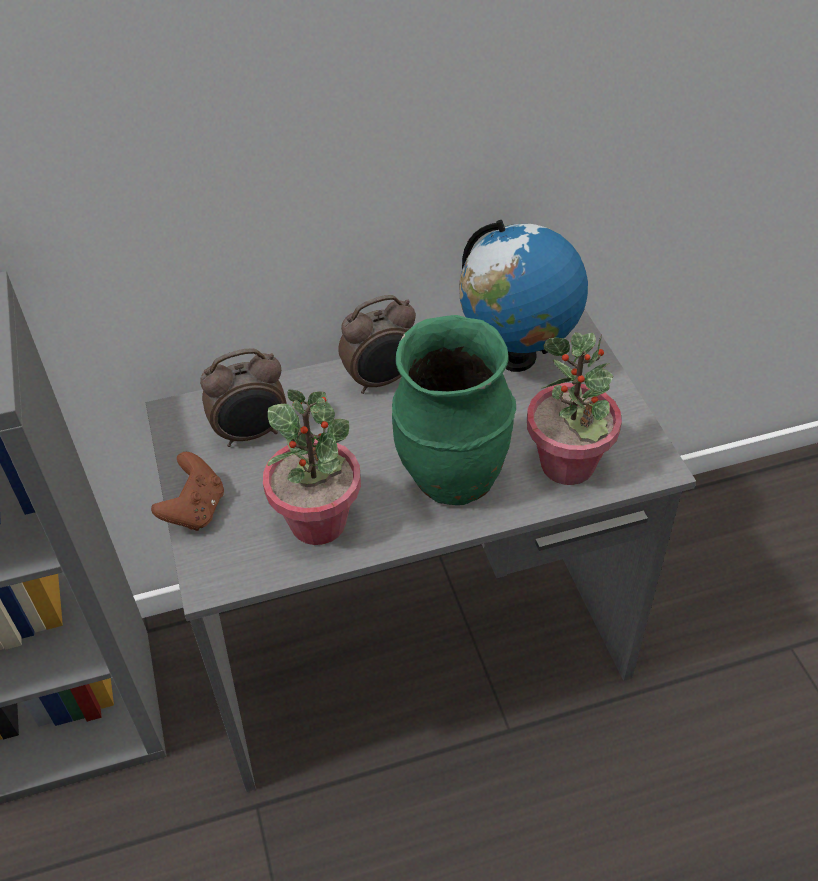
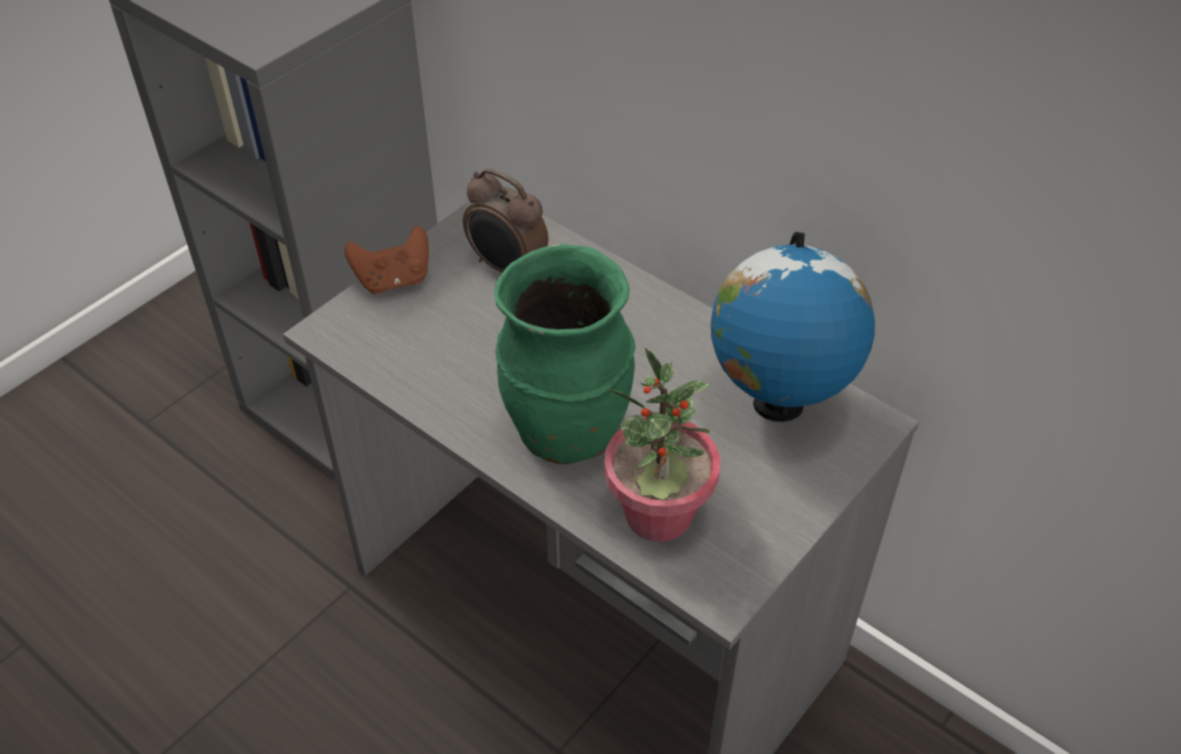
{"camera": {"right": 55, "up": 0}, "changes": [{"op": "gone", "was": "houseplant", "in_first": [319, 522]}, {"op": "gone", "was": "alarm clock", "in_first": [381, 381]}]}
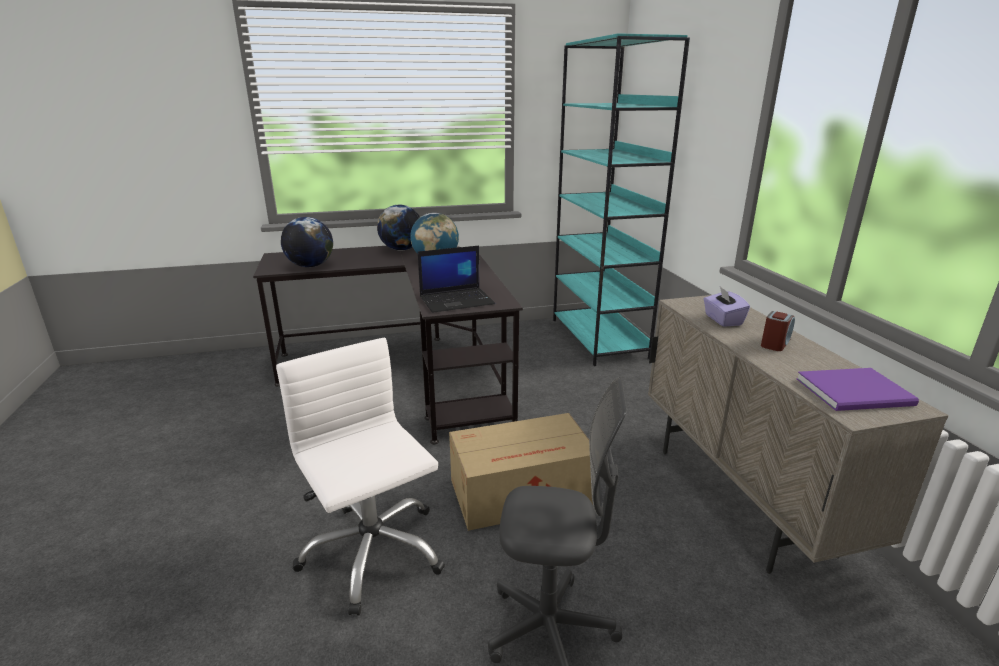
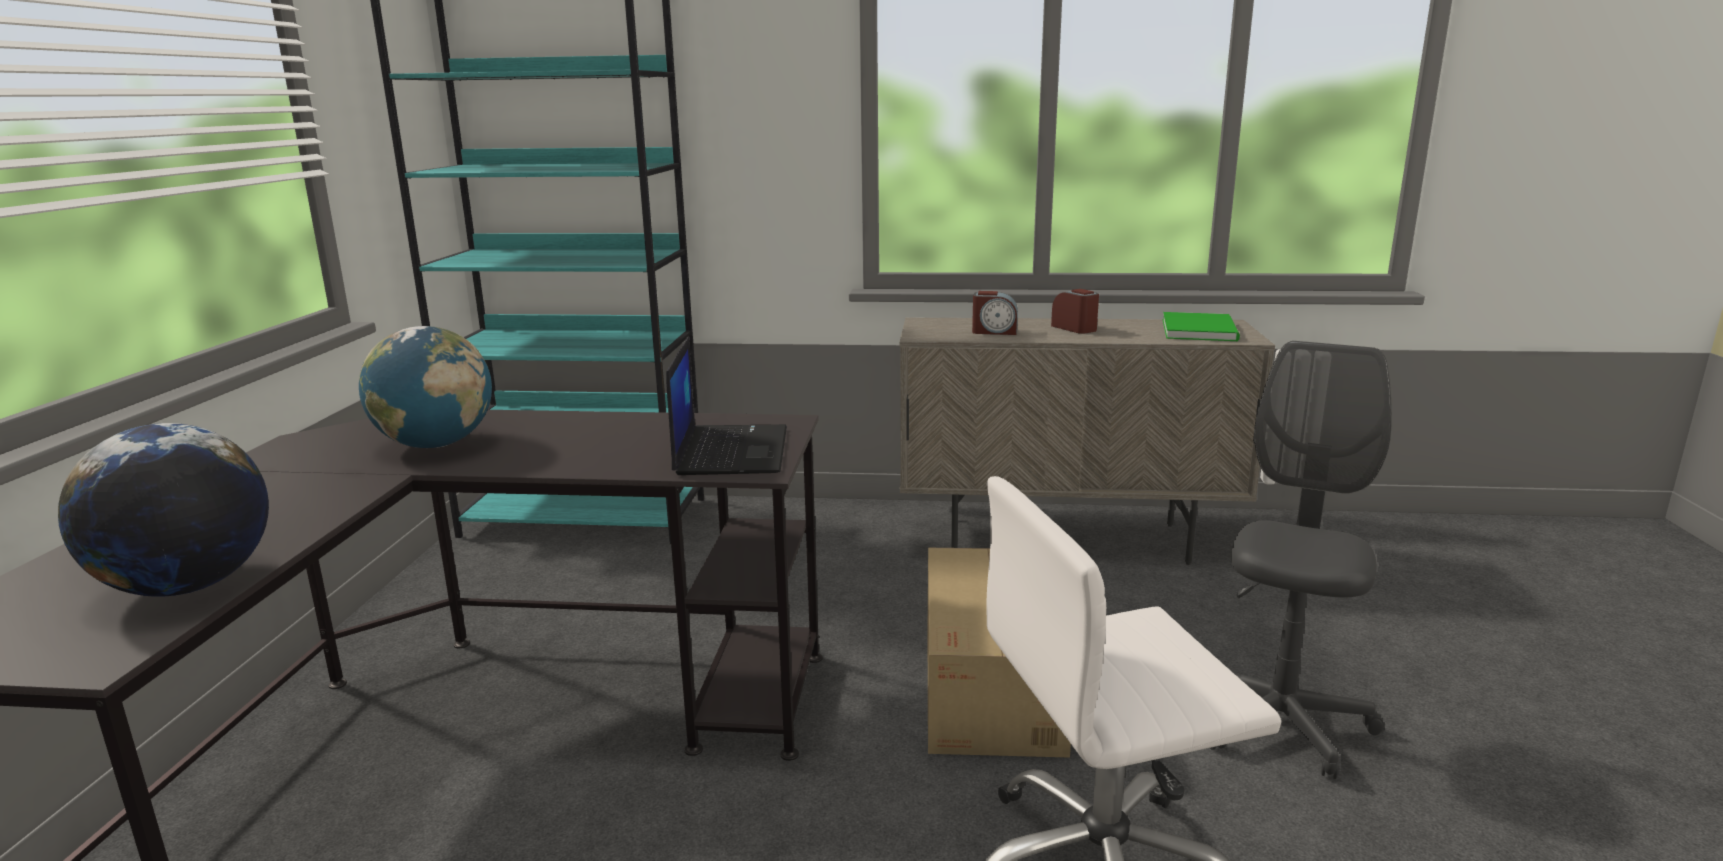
{"camera": {"right": -70, "up": -5}, "changes": [{"op": "swapped", "was": "purple tissue holder", "now": "alarm clock", "in_first": [722, 320], "in_second": [994, 331]}, {"op": "repainted", "was": "purple bound book", "now": "green bound book", "in_first": [857, 393], "in_second": [1201, 329]}, {"op": "gone", "was": "world globe", "in_first": [401, 249]}]}
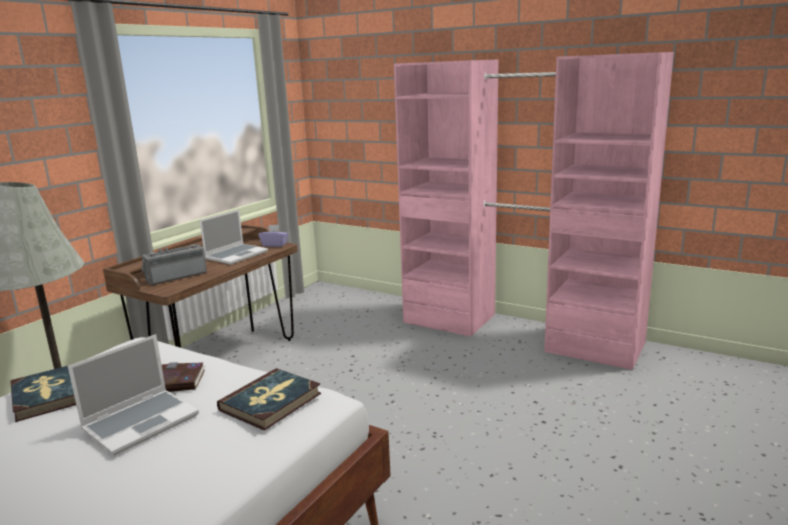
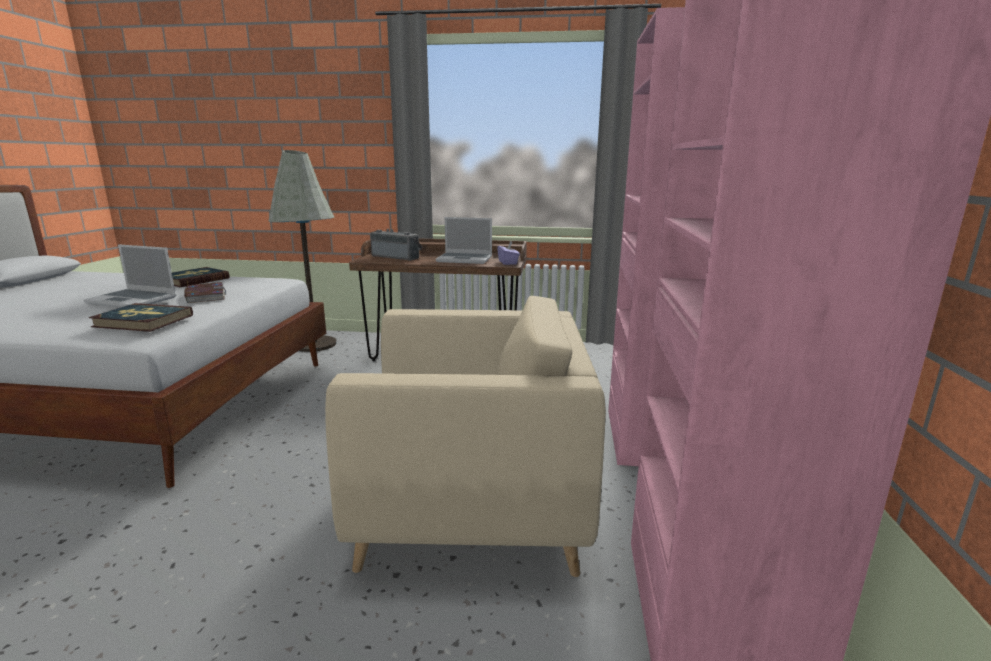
{"camera": {"right": 65, "up": 0}, "changes": [{"op": "new", "now": "sand-coloured armchair", "in_second": [473, 500]}]}
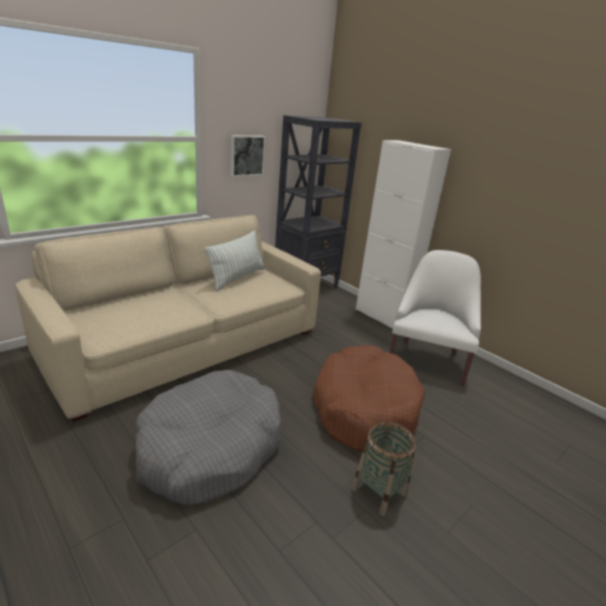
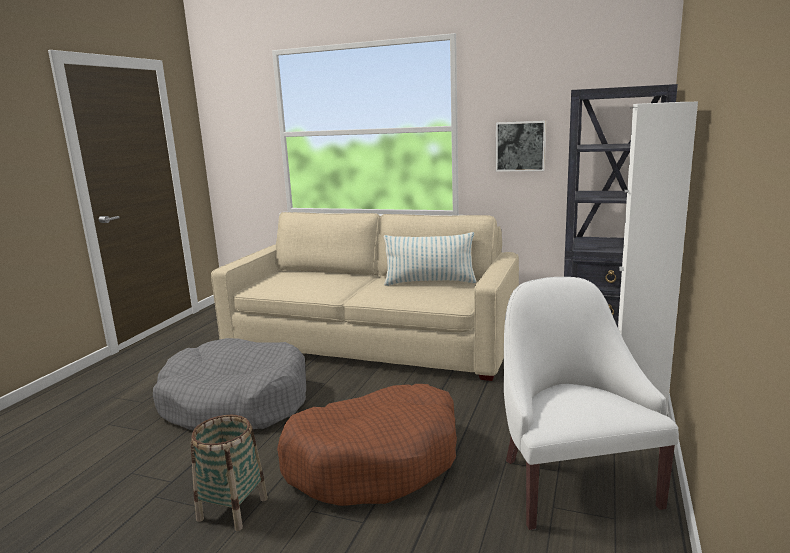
{"camera": {"right": 65, "up": -10}, "changes": [{"op": "rotated", "was": "whitish armchair", "in_first": [427, 360], "in_second": [571, 482], "clockwise": -90}]}
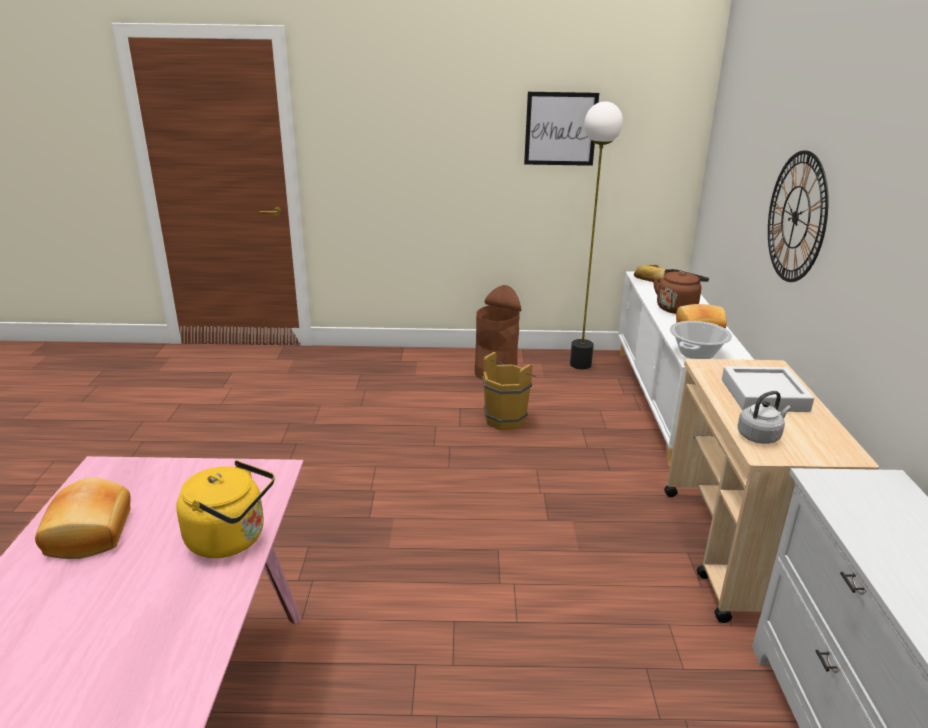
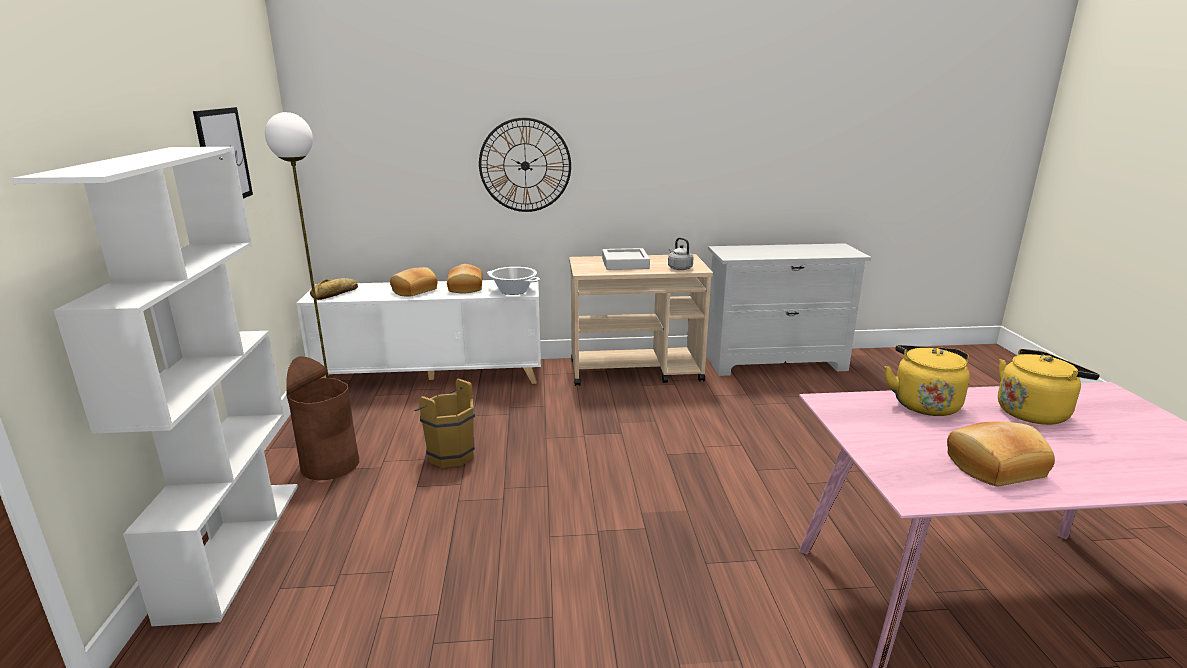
{"camera": {"right": -95, "up": -5}, "changes": [{"op": "new", "now": "whitish shelving unit", "in_second": [234, 545]}, {"op": "swapped", "was": "brownish tea kettle", "now": "bread", "in_first": [677, 308], "in_second": [414, 290]}, {"op": "new", "now": "yellowish tea kettle", "in_second": [1034, 412]}]}
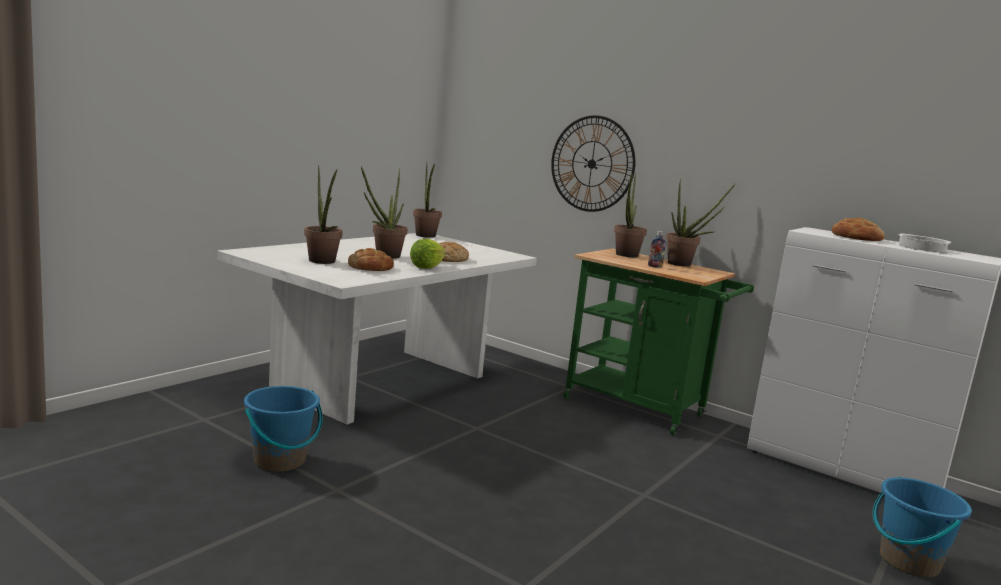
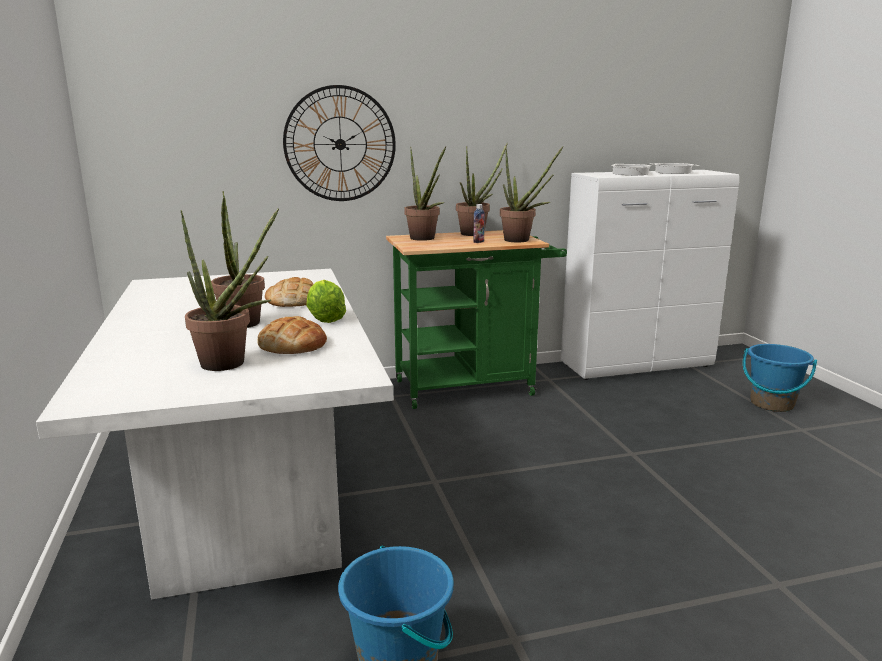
{"camera": {"right": -50, "up": 5}, "changes": [{"op": "shifted", "was": "houseplant", "in_first": [425, 236], "in_second": [522, 240]}, {"op": "swapped", "was": "bread", "now": "cooking pot", "in_first": [856, 238], "in_second": [631, 173]}]}
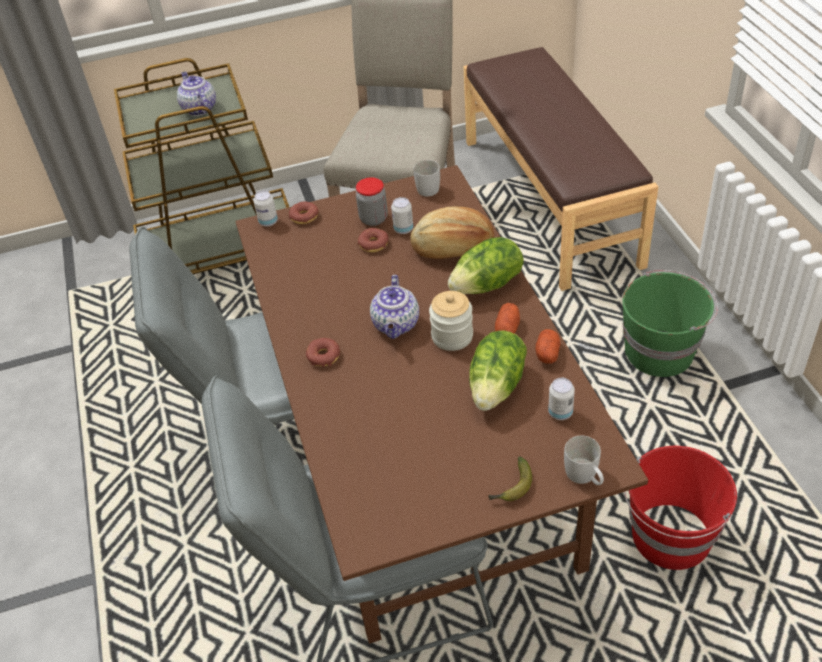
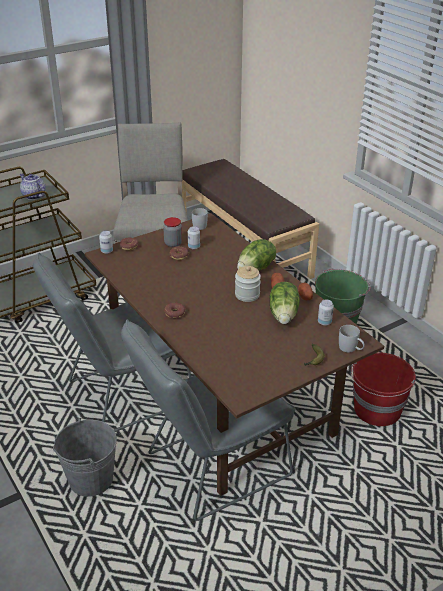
{"camera": {"right": -20, "up": -10}, "changes": [{"op": "new", "now": "grey pail", "in_second": [91, 480]}, {"op": "gone", "was": "pot for tea", "in_first": [396, 325]}, {"op": "gone", "was": "bread", "in_first": [452, 247]}]}
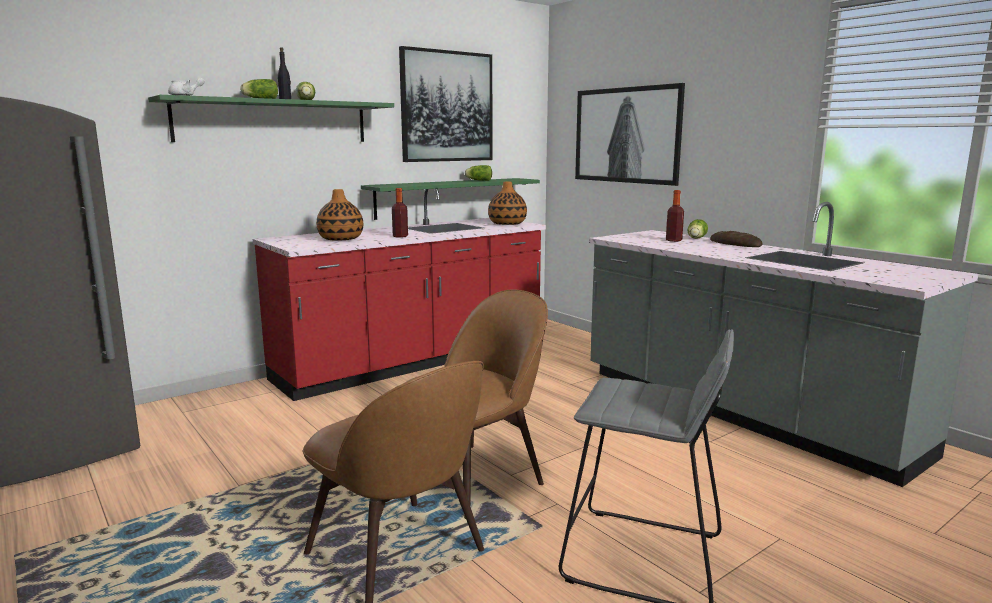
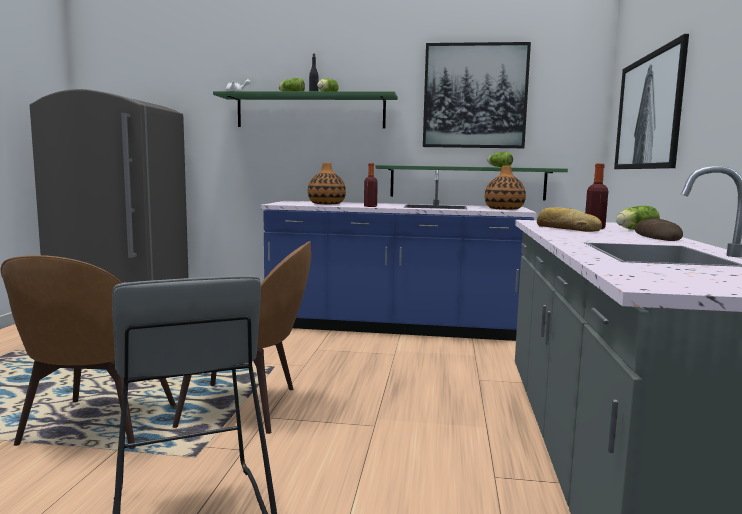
{"camera": {"right": 45, "up": -5}, "changes": [{"op": "repainted", "was": "red-coloured kitchen base unit", "now": "blue kitchen base unit", "in_first": [414, 362], "in_second": [394, 327]}, {"op": "new", "now": "bread", "in_second": [566, 229]}]}
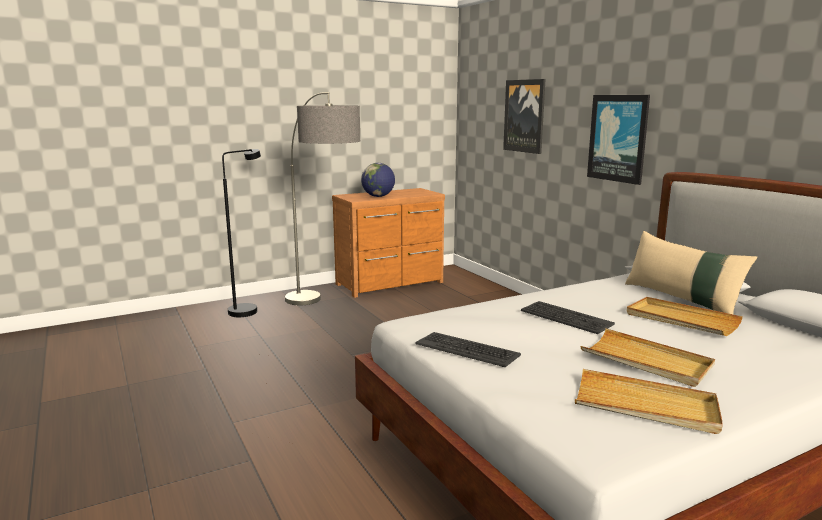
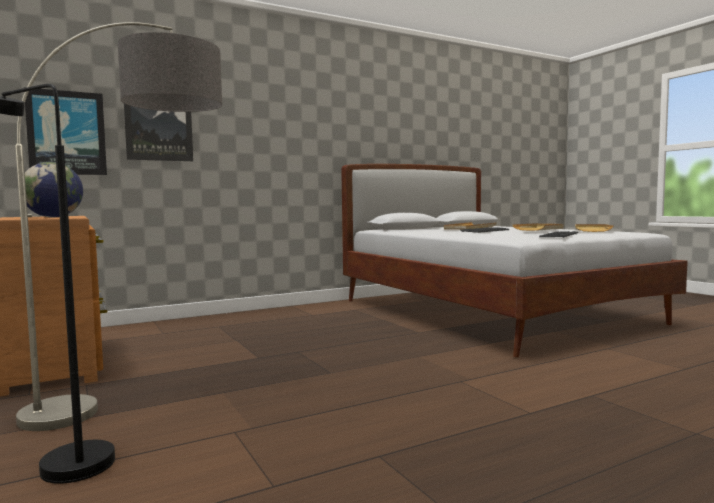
{"camera": {"right": -90, "up": -10}, "changes": [{"op": "shifted", "was": "picture", "in_first": [618, 138], "in_second": [67, 133]}, {"op": "gone", "was": "sand-coloured cushion", "in_first": [681, 299]}]}
